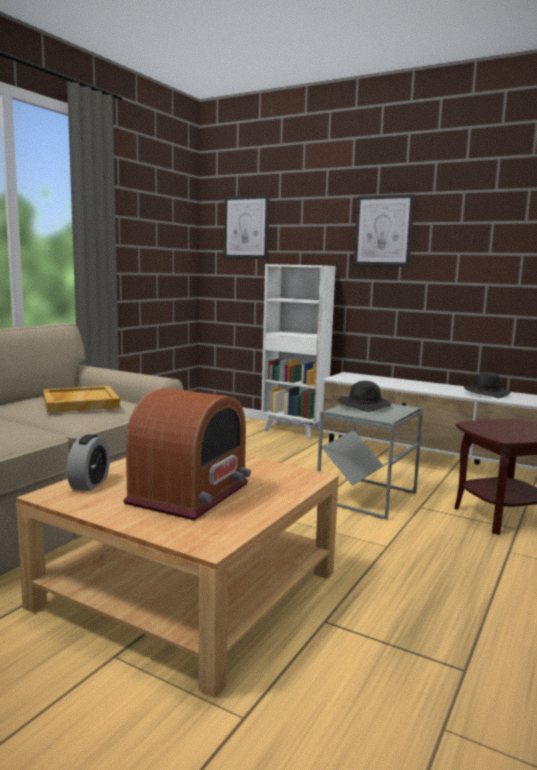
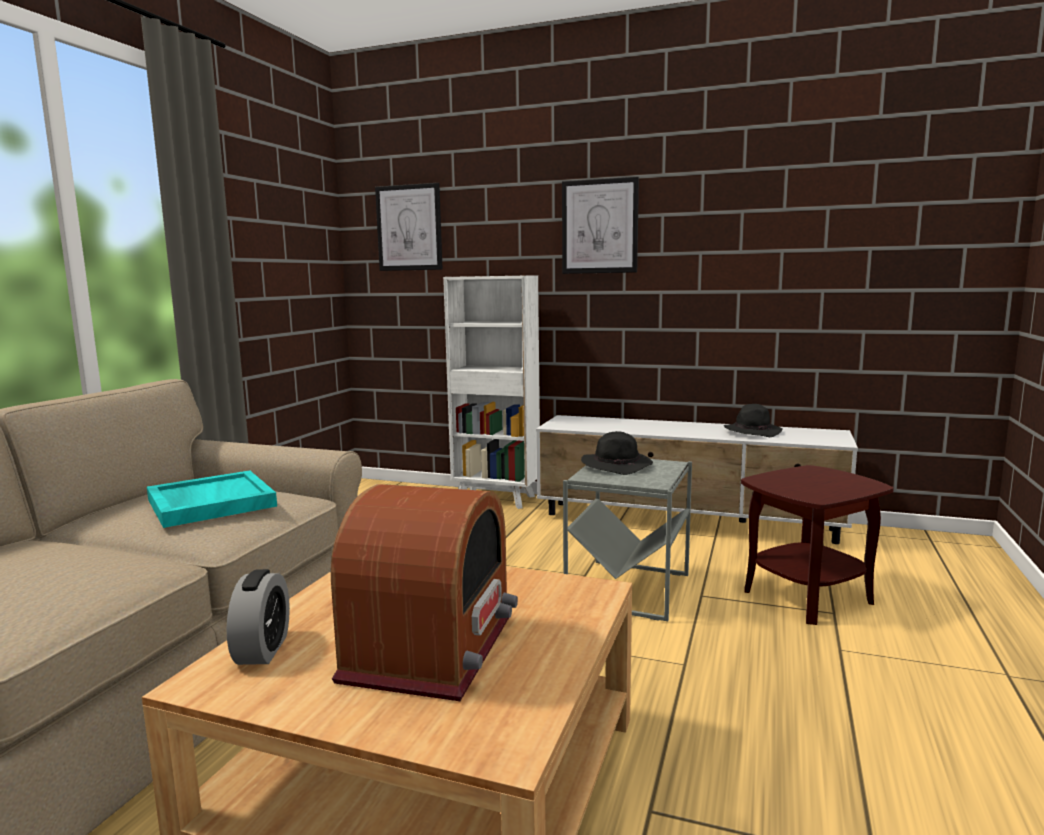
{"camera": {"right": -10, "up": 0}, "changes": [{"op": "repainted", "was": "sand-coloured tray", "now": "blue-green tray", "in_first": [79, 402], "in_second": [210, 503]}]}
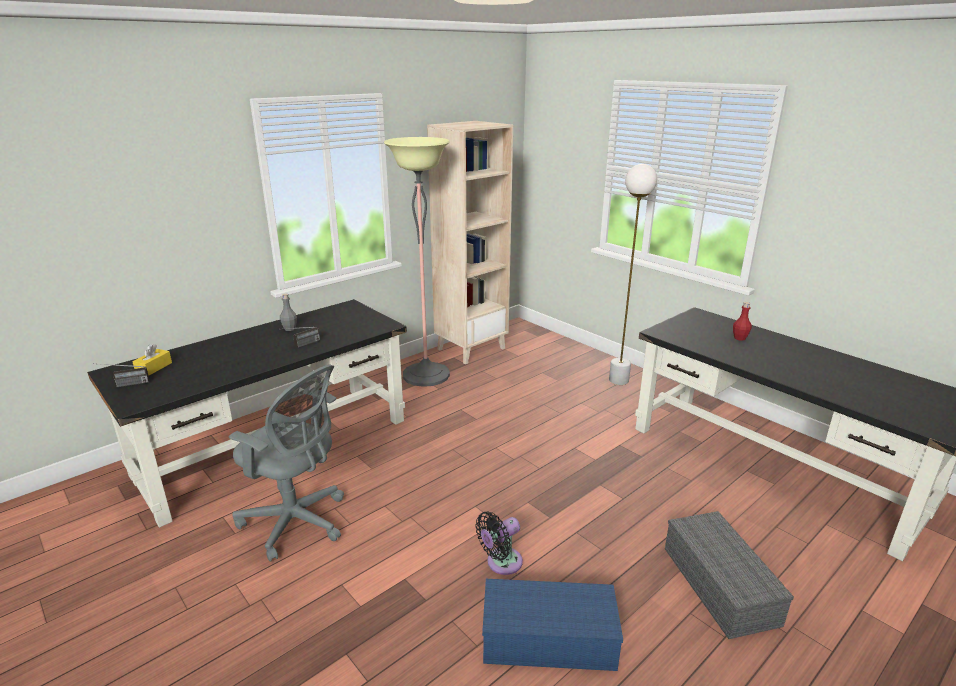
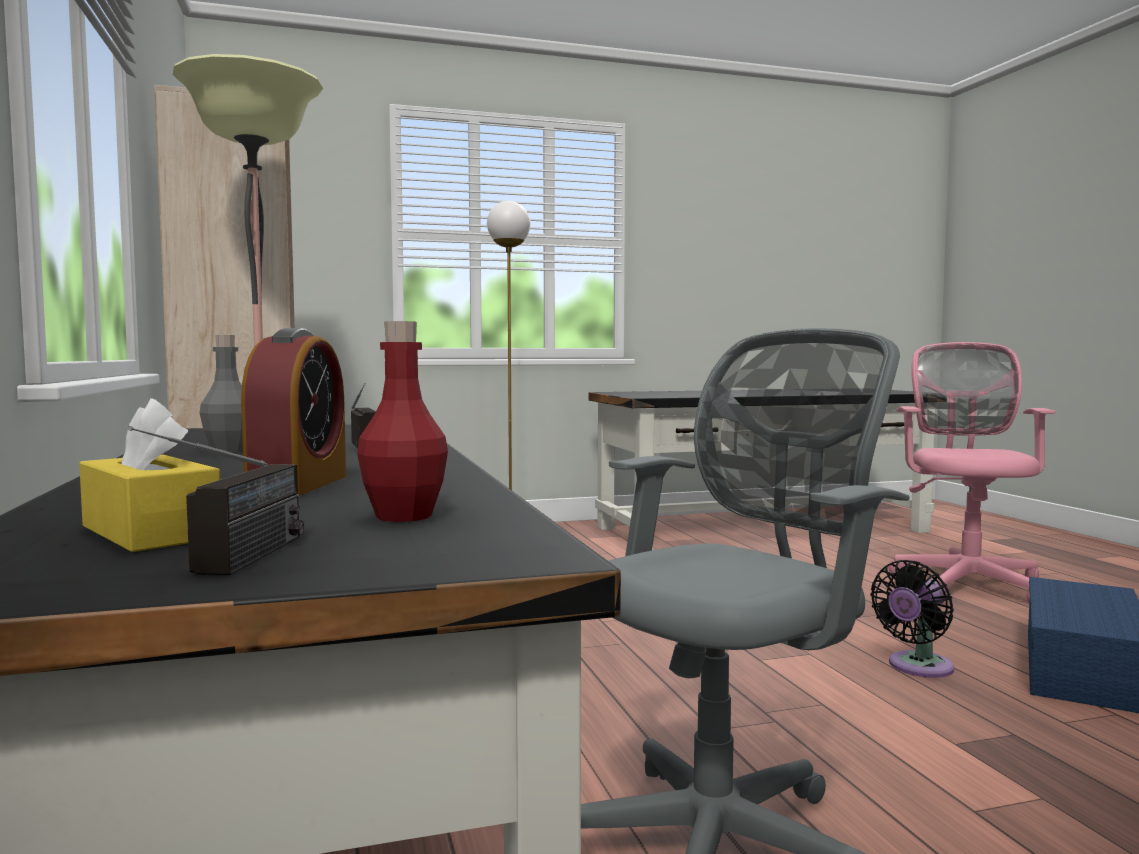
{"camera": {"right": -65, "up": -20}, "changes": [{"op": "new", "now": "alarm clock", "in_second": [298, 485]}, {"op": "shifted", "was": "red-coloured drink bottle", "in_first": [739, 338], "in_second": [404, 516]}, {"op": "rotated", "was": "black-coloured electric fan", "in_first": [501, 563], "in_second": [917, 667], "clockwise": 60}, {"op": "swapped", "was": "grey storage box", "now": "pinkish computer chair", "in_first": [722, 586], "in_second": [967, 583]}]}
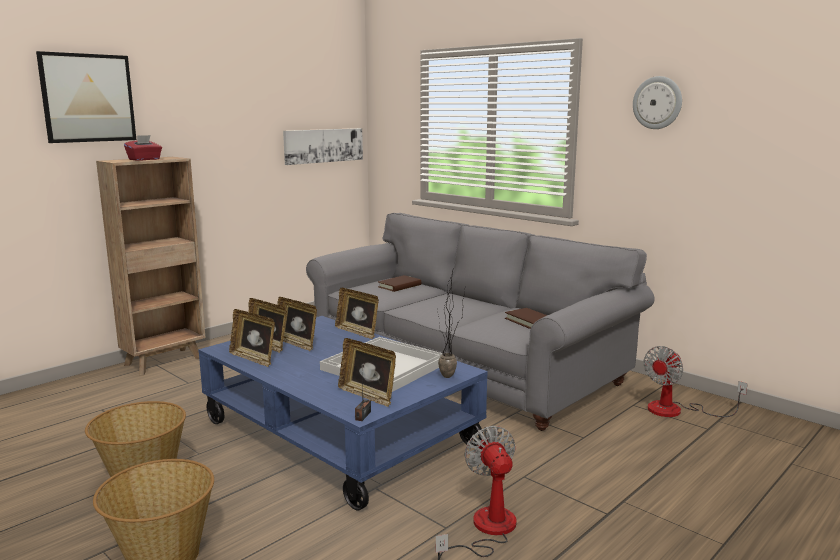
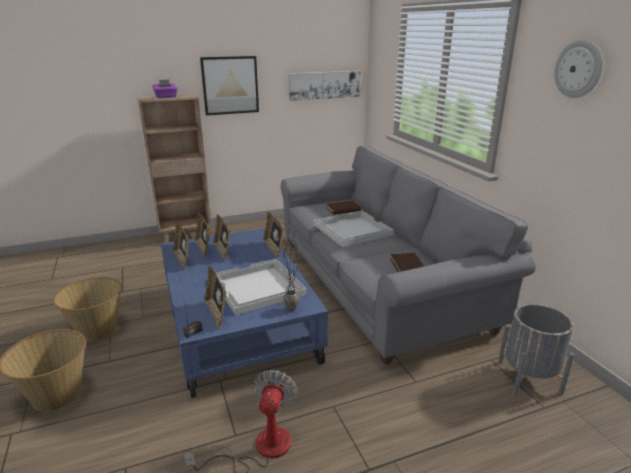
{"camera": {"right": 25, "up": 10}, "changes": [{"op": "repainted", "was": "red-coloured tissue holder", "now": "purple tissue holder", "in_first": [144, 159], "in_second": [166, 97]}, {"op": "shifted", "was": "picture", "in_first": [88, 98], "in_second": [230, 85]}, {"op": "new", "now": "whitish tray", "in_second": [351, 229]}, {"op": "swapped", "was": "electric fan", "now": "grey flower pot", "in_first": [676, 410], "in_second": [529, 377]}]}
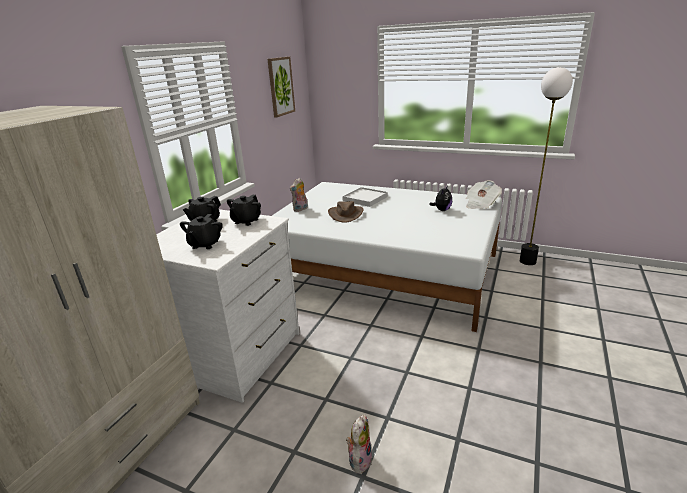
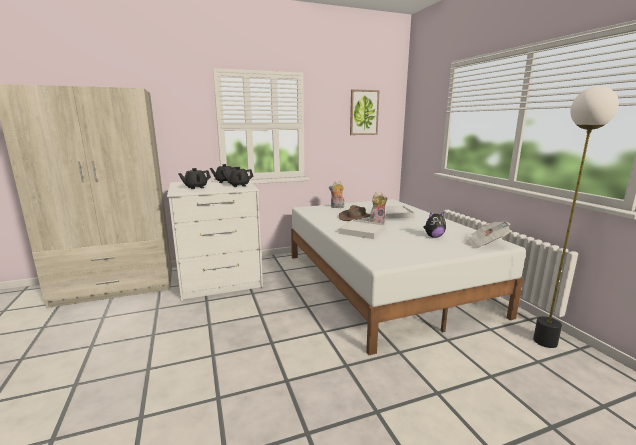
{"camera": {"right": 45, "up": -10}, "changes": [{"op": "new", "now": "whitish tray", "in_second": [362, 231]}, {"op": "shifted", "was": "soft toy", "in_first": [359, 459], "in_second": [377, 222]}]}
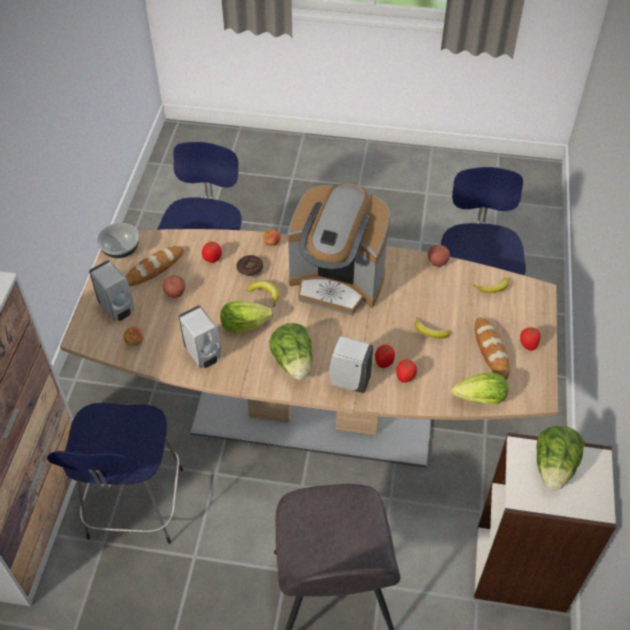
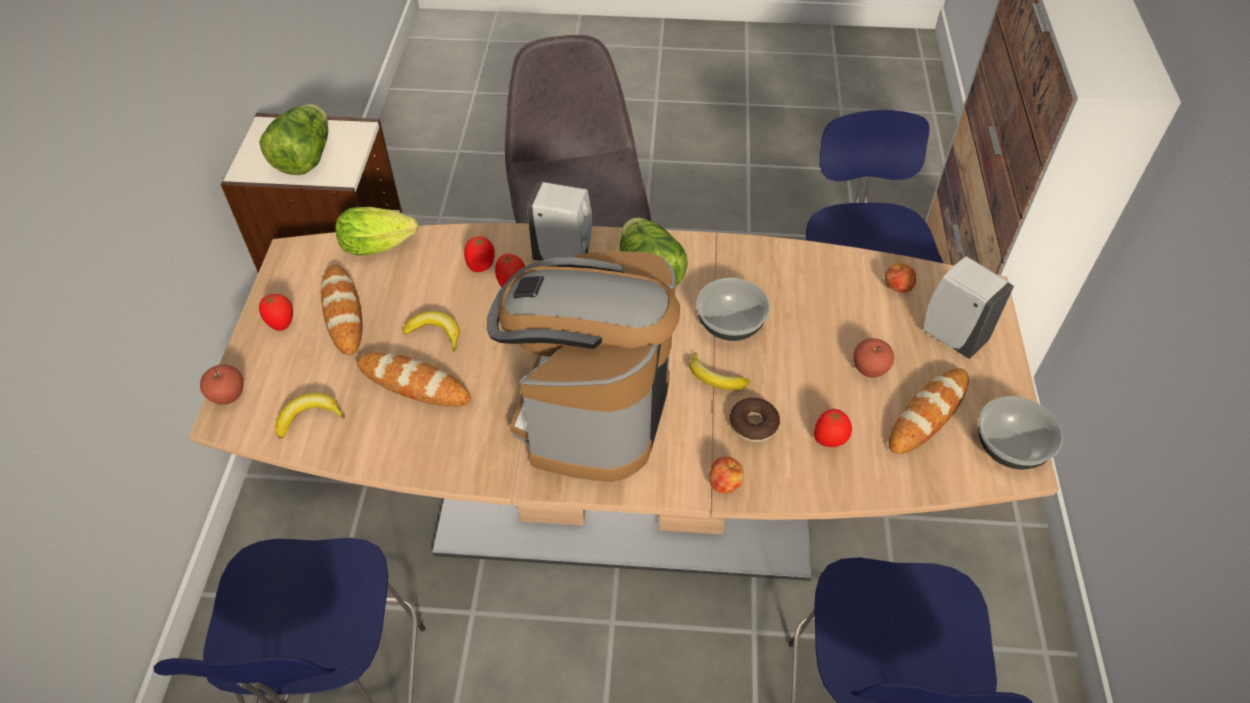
{"camera": {"right": 175, "up": 0}, "changes": [{"op": "shifted", "was": "whole apple", "in_first": [437, 262], "in_second": [228, 396]}, {"op": "new", "now": "bread", "in_second": [414, 383]}, {"op": "rotated", "was": "coffee machine", "in_first": [337, 282], "in_second": [590, 410], "clockwise": -90}, {"op": "swapped", "was": "head of lettuce", "now": "deep dish", "in_first": [247, 325], "in_second": [731, 325]}, {"op": "gone", "was": "whitish soap dispenser", "in_first": [204, 355]}]}
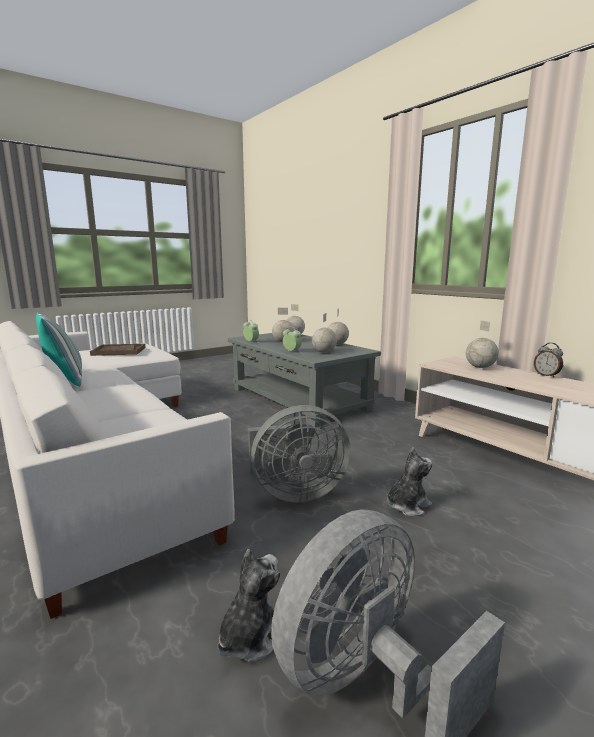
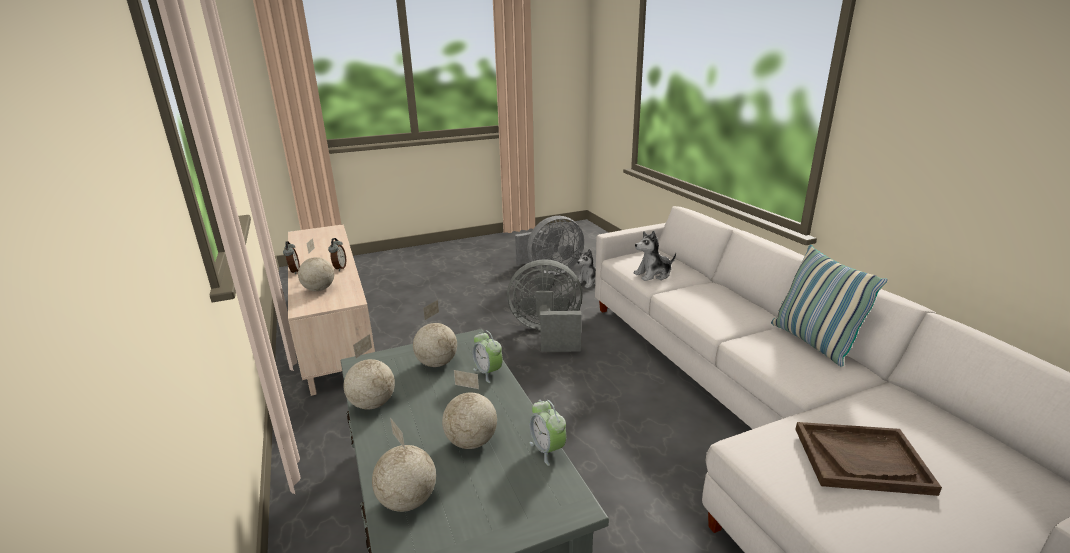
{"camera": {"right": -165, "up": 10}, "changes": [{"op": "new", "now": "alarm clock", "in_second": [339, 268]}, {"op": "shifted", "was": "soft toy", "in_first": [407, 505], "in_second": [653, 274]}]}
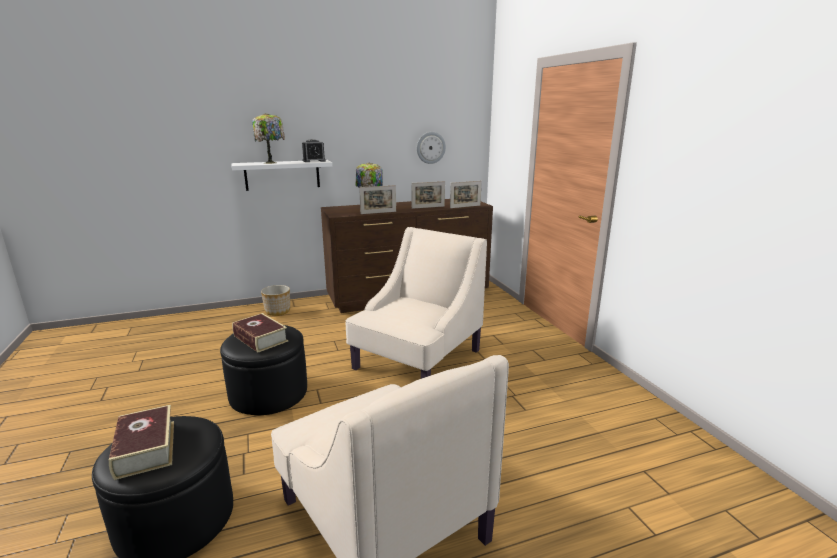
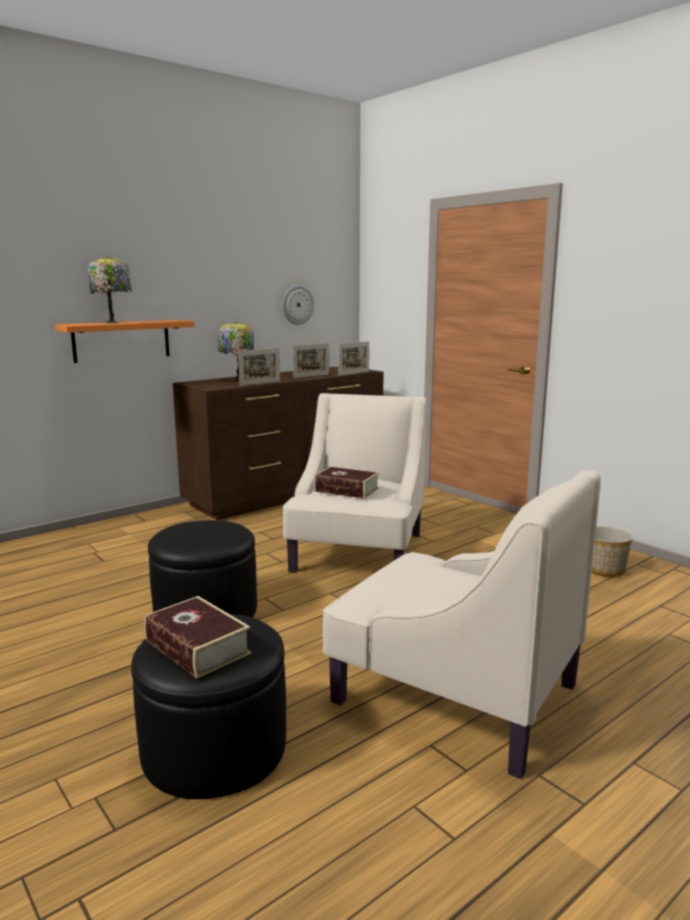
{"camera": {"right": -20, "up": -5}, "changes": [{"op": "repainted", "was": "whitish wall shelf", "now": "orange wall shelf", "in_first": [282, 175], "in_second": [122, 340]}, {"op": "shifted", "was": "bound book", "in_first": [260, 338], "in_second": [346, 490]}, {"op": "shifted", "was": "flower pot", "in_first": [278, 311], "in_second": [604, 569]}, {"op": "gone", "was": "alarm clock", "in_first": [314, 161]}]}
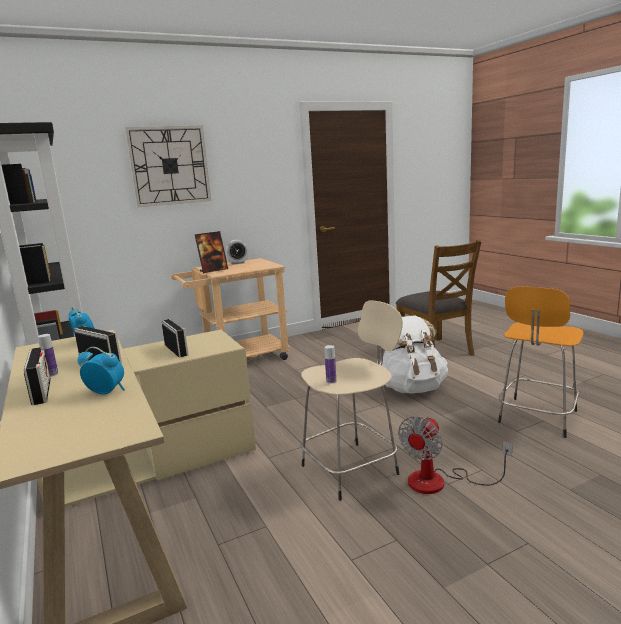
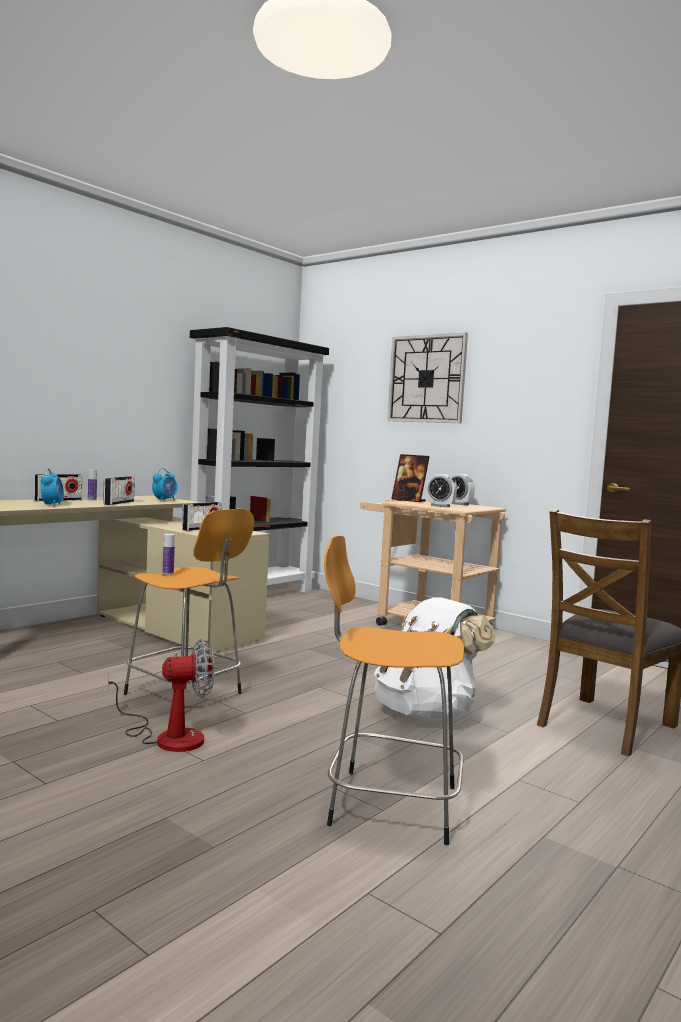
{"camera": {"right": 65, "up": -10}, "changes": [{"op": "rotated", "was": "electric fan", "in_first": [439, 482], "in_second": [168, 736], "clockwise": 150}, {"op": "repainted", "was": "sand-coloured sitting stool", "now": "orange sitting stool", "in_first": [352, 468], "in_second": [186, 695]}, {"op": "new", "now": "alarm clock", "in_second": [440, 506]}]}
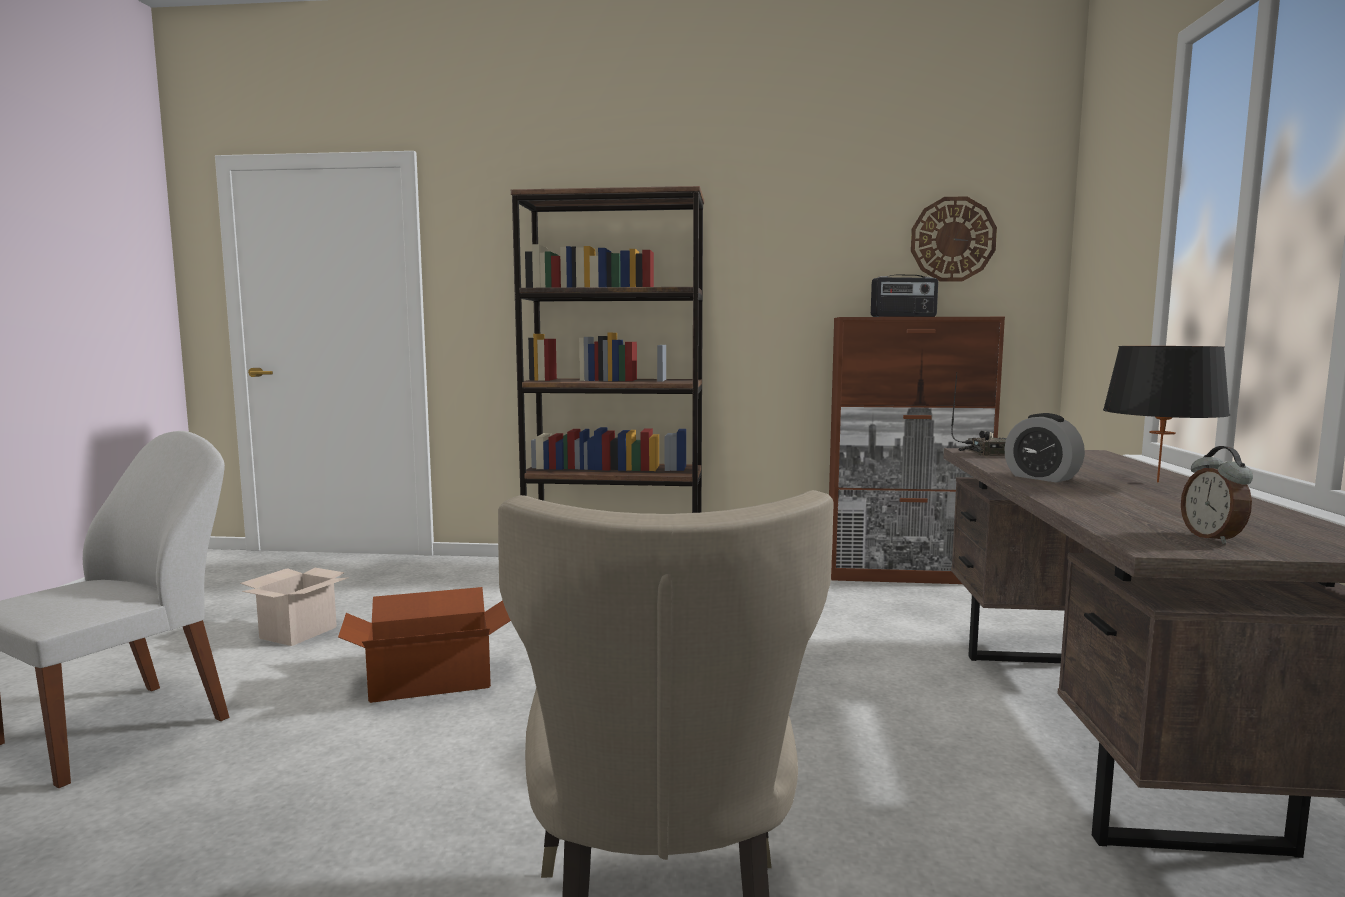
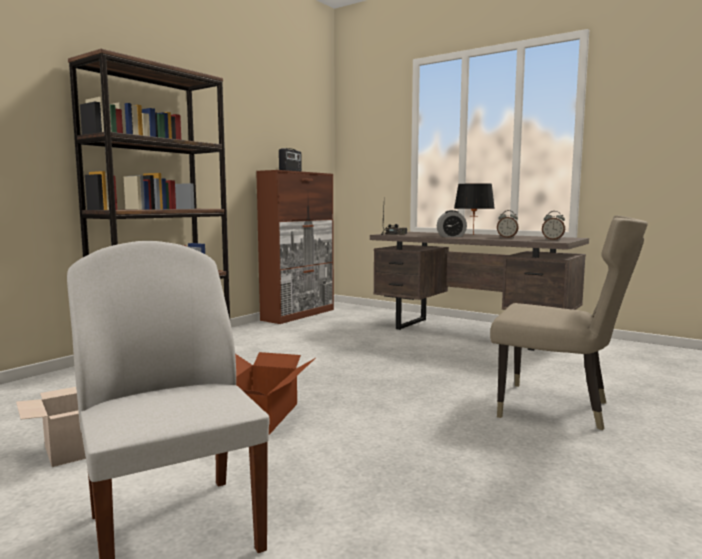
{"camera": {"right": -60, "up": 0}, "changes": [{"op": "new", "now": "alarm clock", "in_second": [507, 237]}, {"op": "gone", "was": "hanging clock", "in_first": [952, 239]}]}
